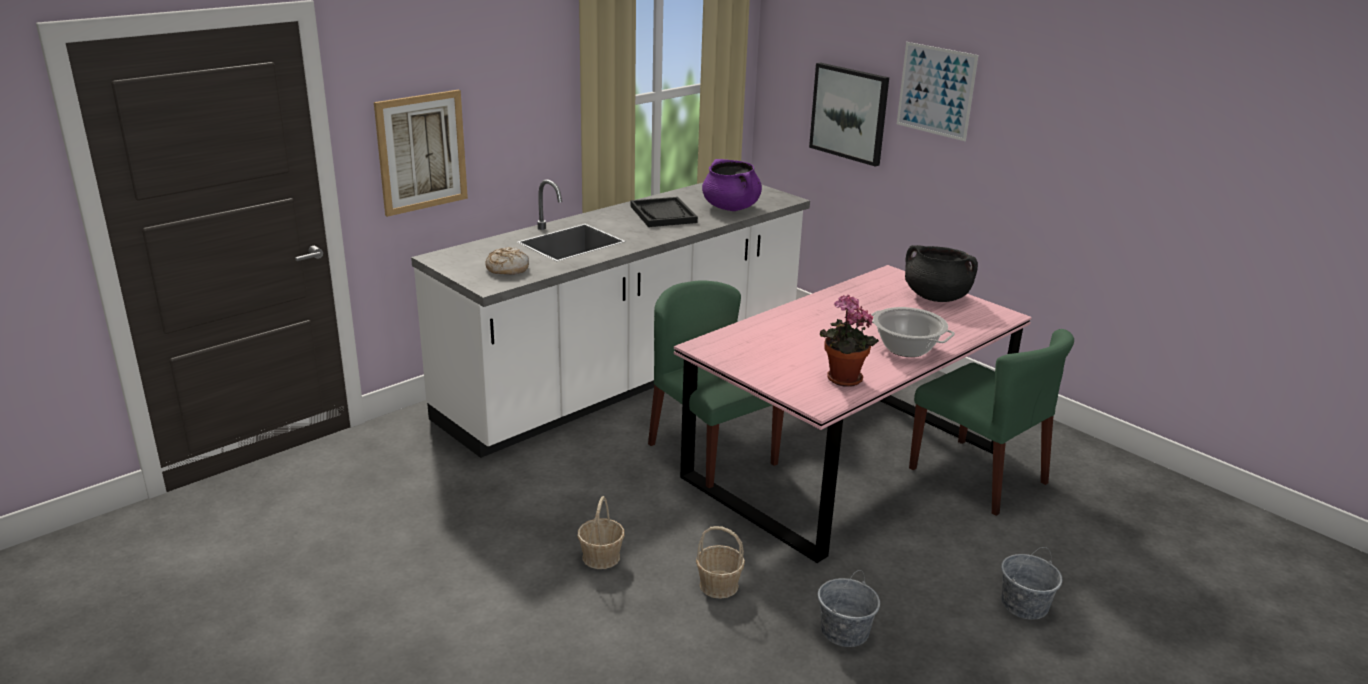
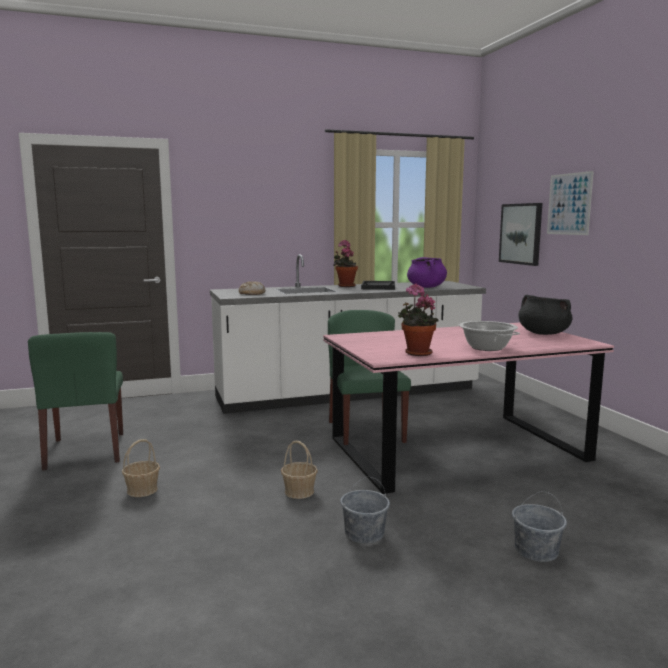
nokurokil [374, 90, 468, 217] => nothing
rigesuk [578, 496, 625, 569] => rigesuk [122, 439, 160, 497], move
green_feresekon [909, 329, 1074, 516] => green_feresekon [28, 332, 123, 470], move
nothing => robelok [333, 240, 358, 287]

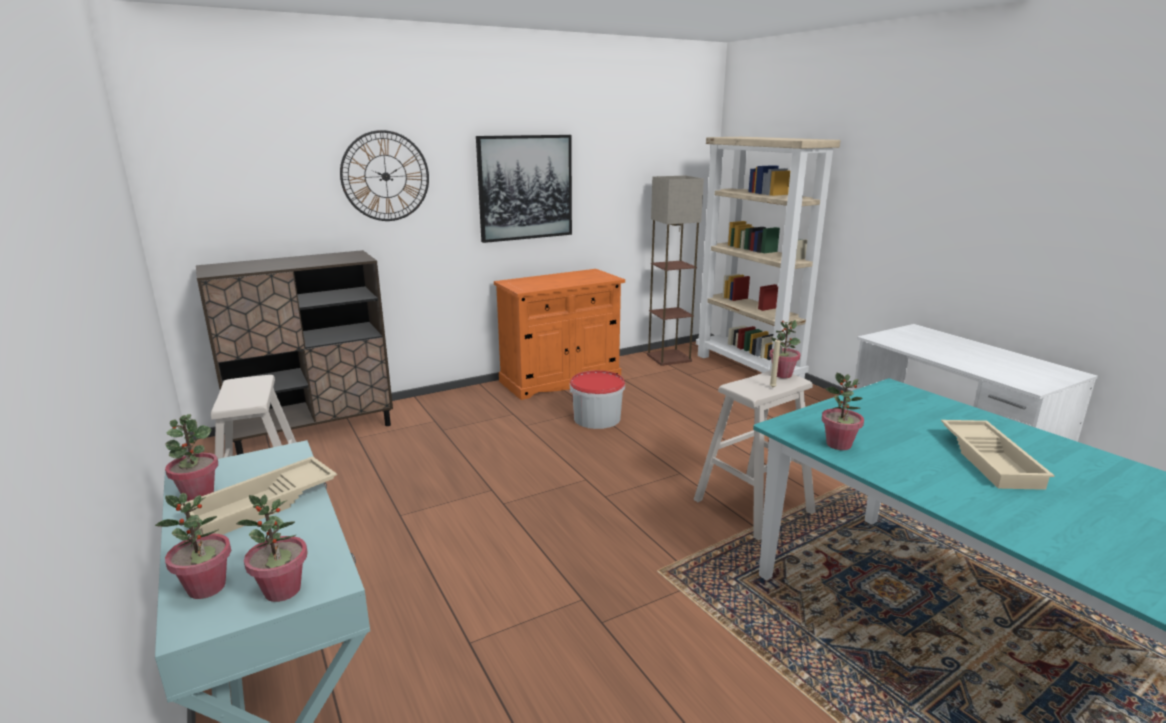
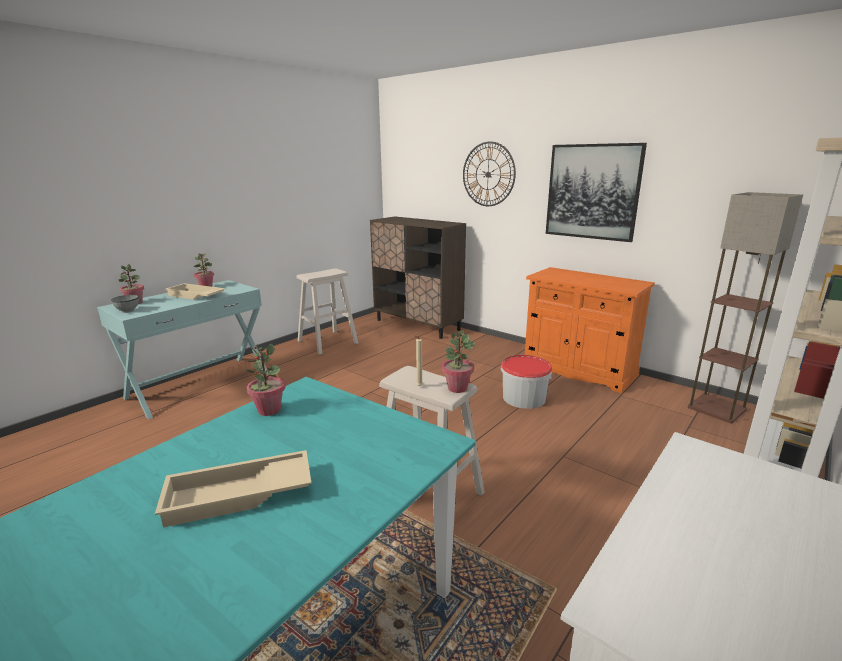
robelok [236, 494, 308, 602] => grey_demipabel [111, 295, 139, 313]

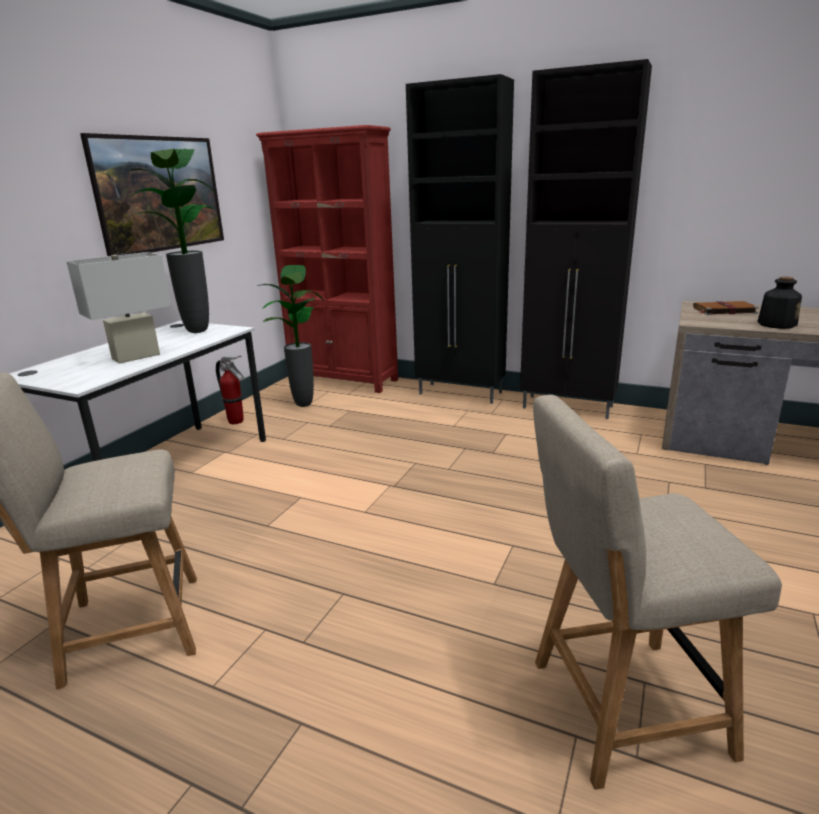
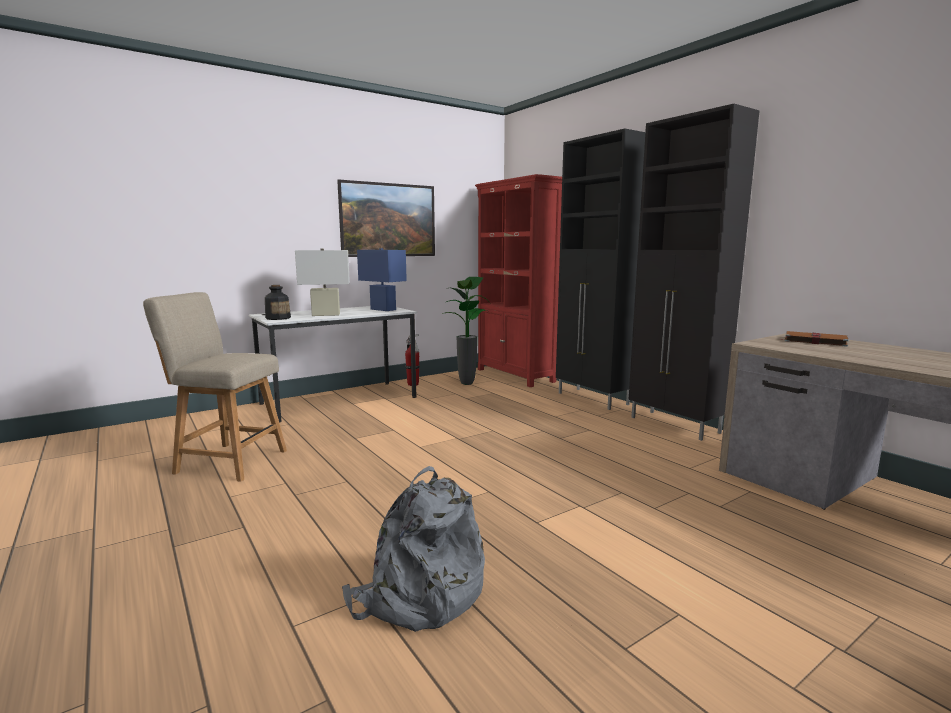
robelok [129, 149, 217, 333] => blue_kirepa [357, 248, 407, 311]
beige_feresekon [533, 395, 782, 790] => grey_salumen [342, 466, 485, 632]
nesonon [757, 277, 802, 329] => nesonon [265, 285, 291, 320], move

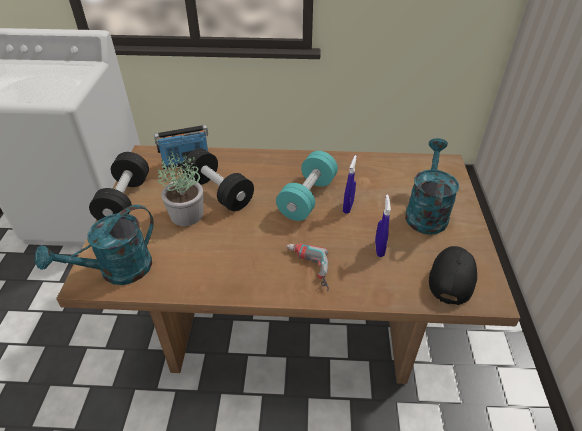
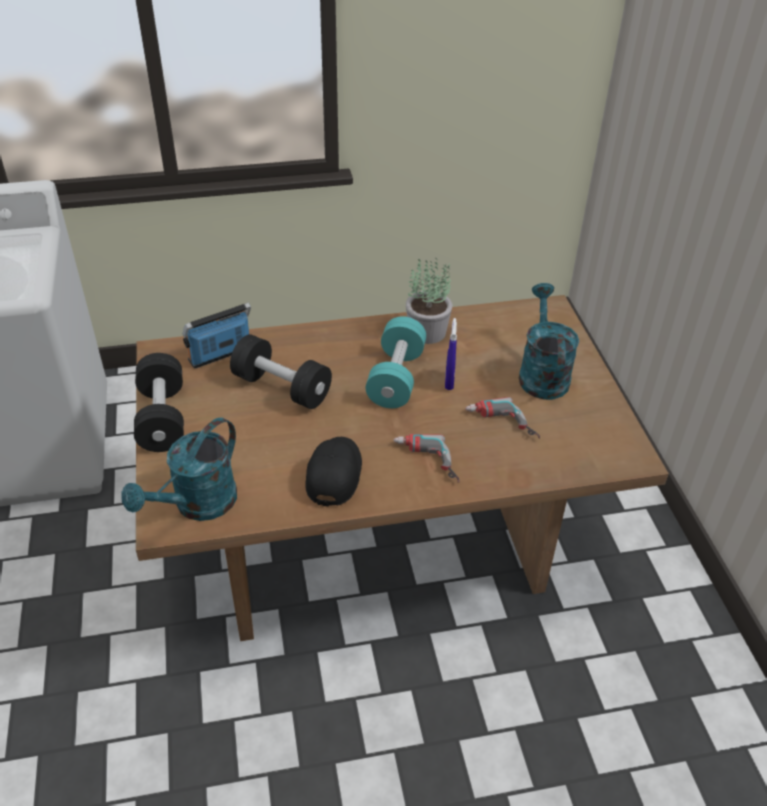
robelok [158, 151, 203, 226] => robelok [406, 258, 452, 344], move
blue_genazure [375, 195, 391, 257] => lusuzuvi [465, 397, 540, 439]
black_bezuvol [429, 246, 477, 305] => black_bezuvol [305, 437, 362, 506], move

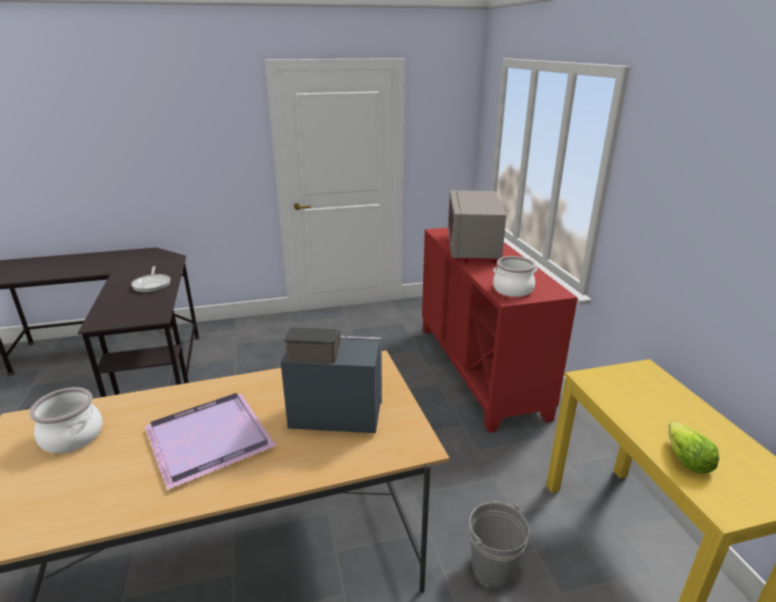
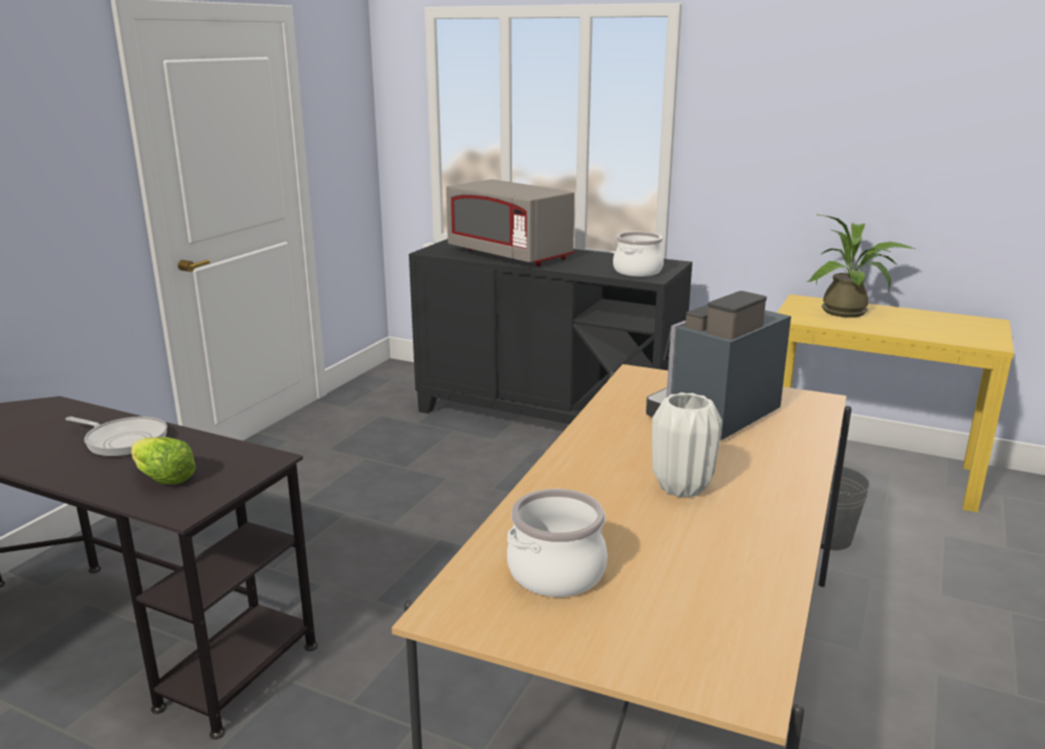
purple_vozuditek [144, 393, 276, 490] => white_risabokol [652, 393, 722, 498]
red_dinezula [422, 227, 578, 433] => black_dinezula [409, 239, 692, 424]
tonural [669, 421, 719, 474] => tonural [131, 437, 196, 484], move
nothing => robelok [807, 215, 915, 318]

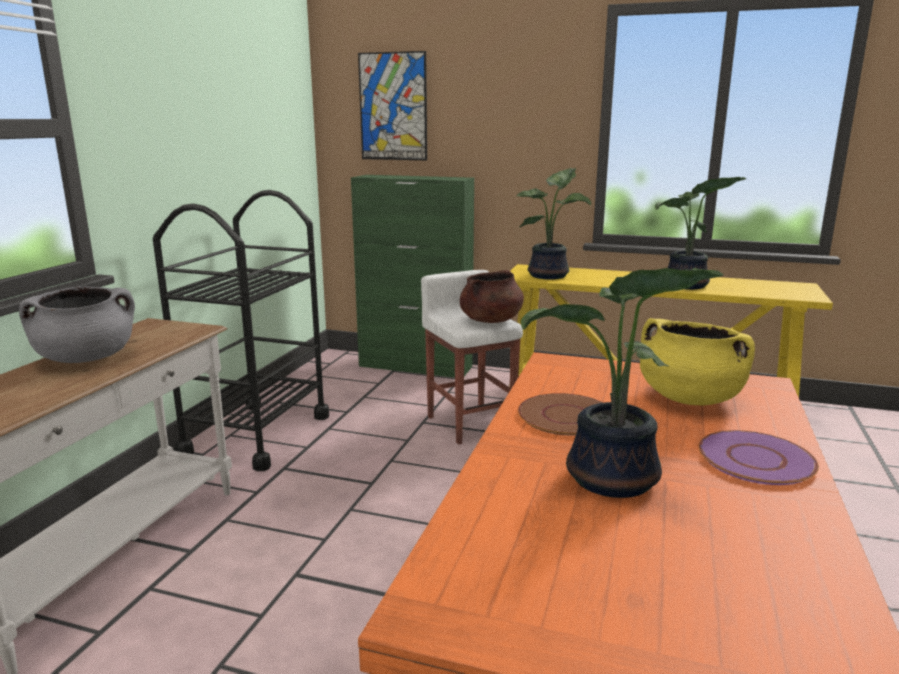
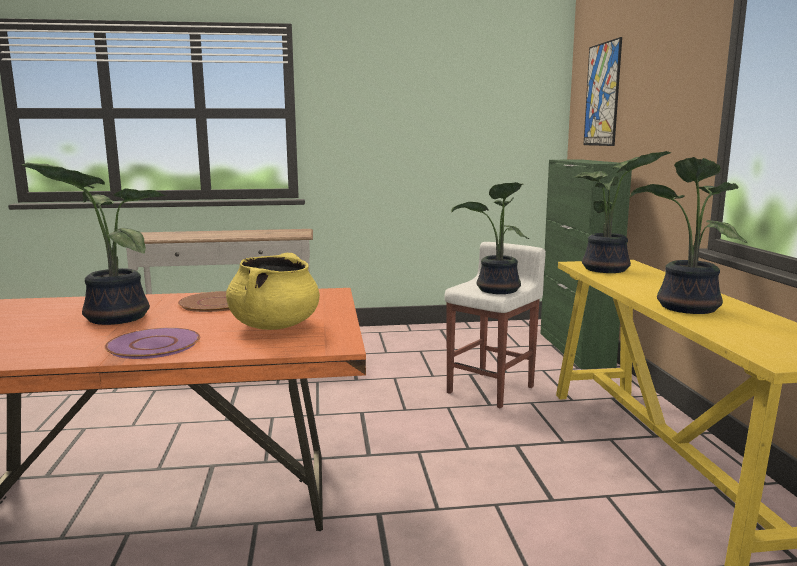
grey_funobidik [19, 286, 135, 363] => nothing
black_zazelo [153, 190, 329, 471] => nothing
brown_funobidik [460, 270, 524, 323] => robelok [451, 182, 529, 294]

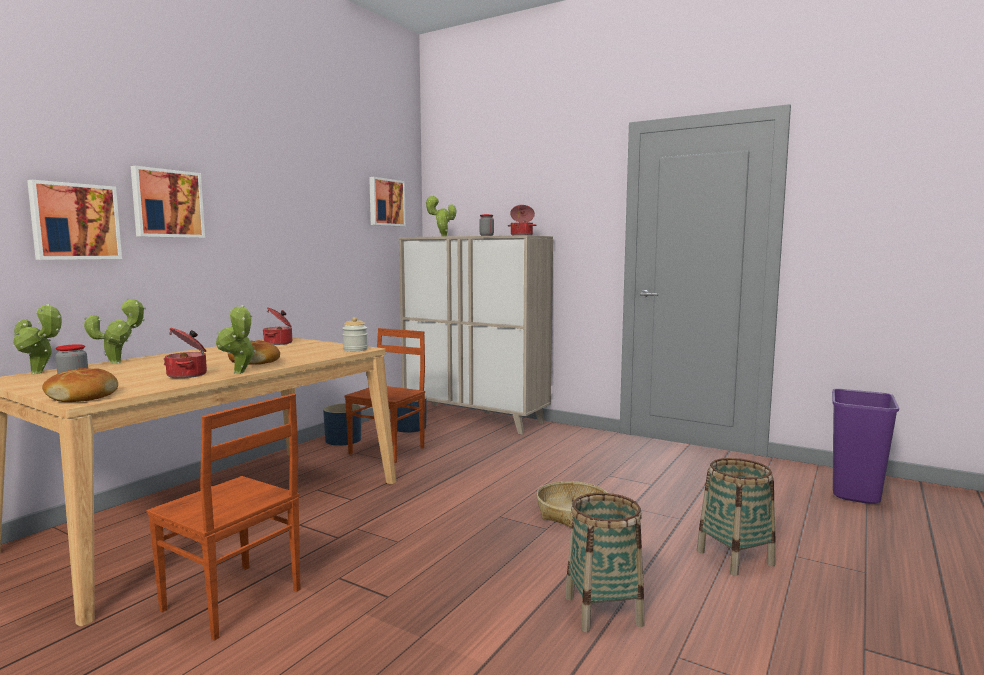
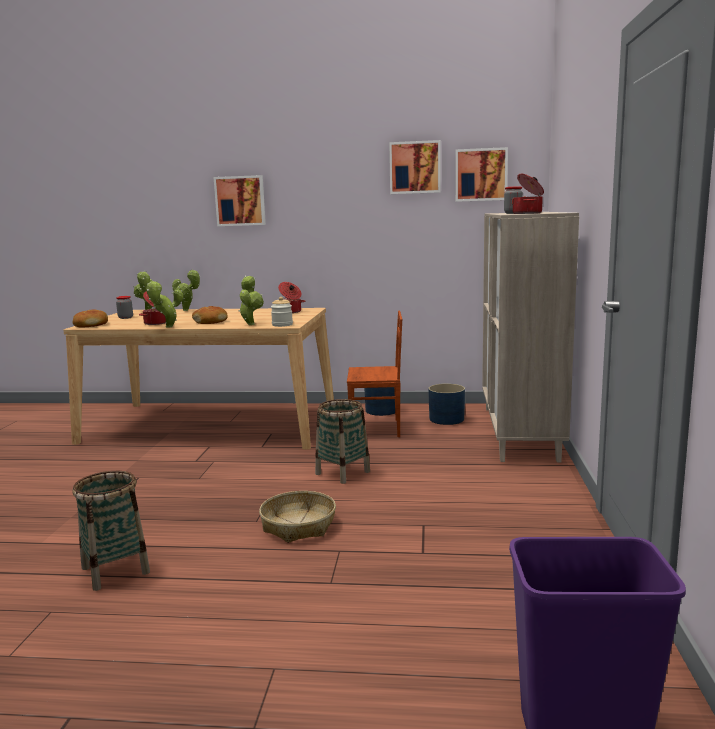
nokurokil [27, 180, 122, 260] => nokurokil [389, 140, 441, 194], move
brown_feresekon [147, 394, 300, 641] => nothing
robelok [425, 195, 456, 236] => robelok [239, 276, 264, 325], move
rigesuk [697, 458, 776, 576] => rigesuk [315, 399, 370, 484], move

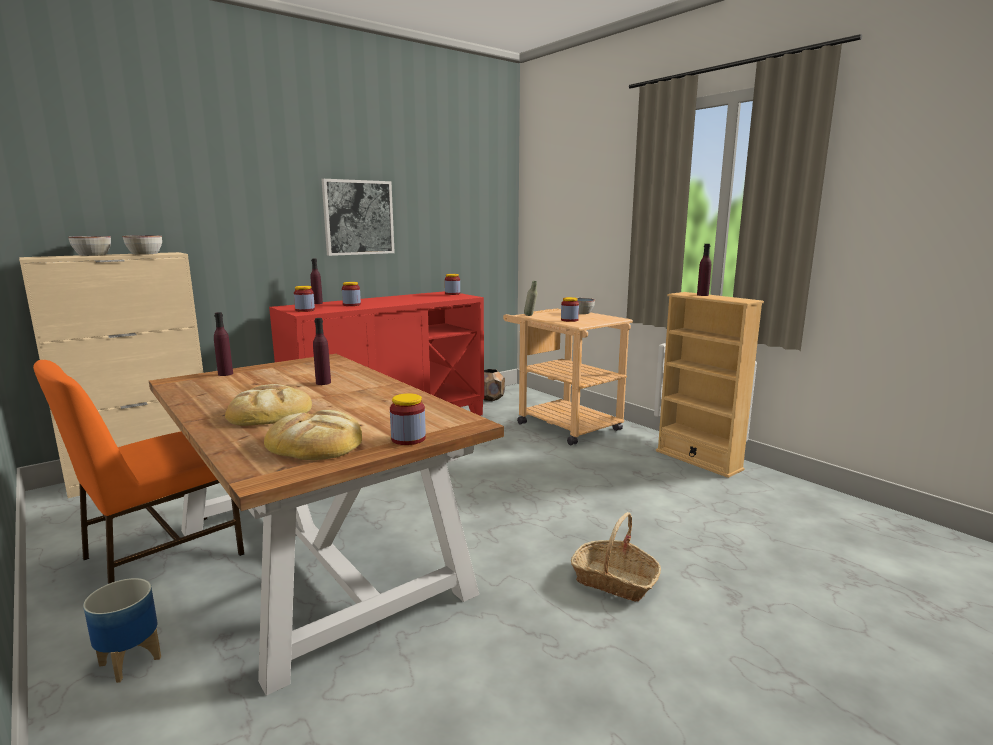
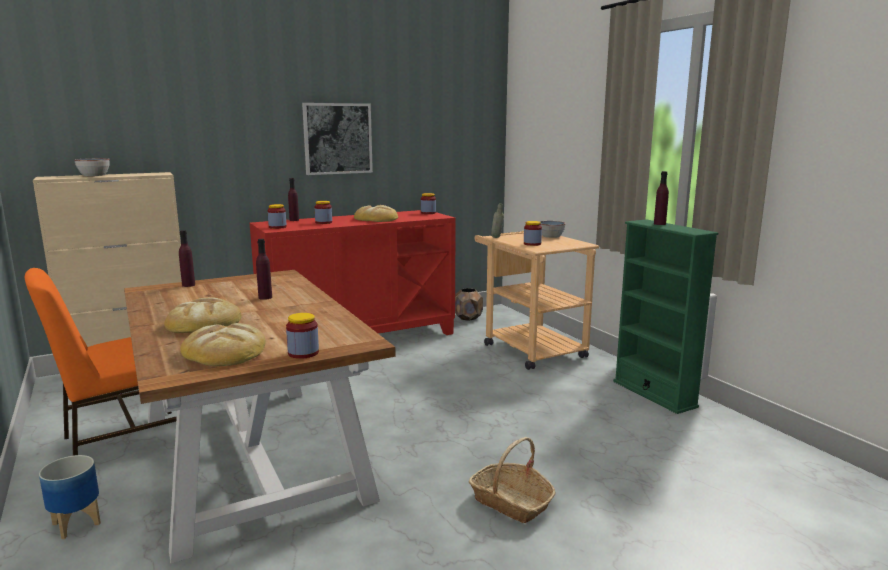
demipabel [122, 235, 162, 255] => nothing
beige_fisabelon [656, 292, 764, 478] => green_fisabelon [613, 219, 718, 414]
nothing => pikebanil [354, 205, 398, 222]

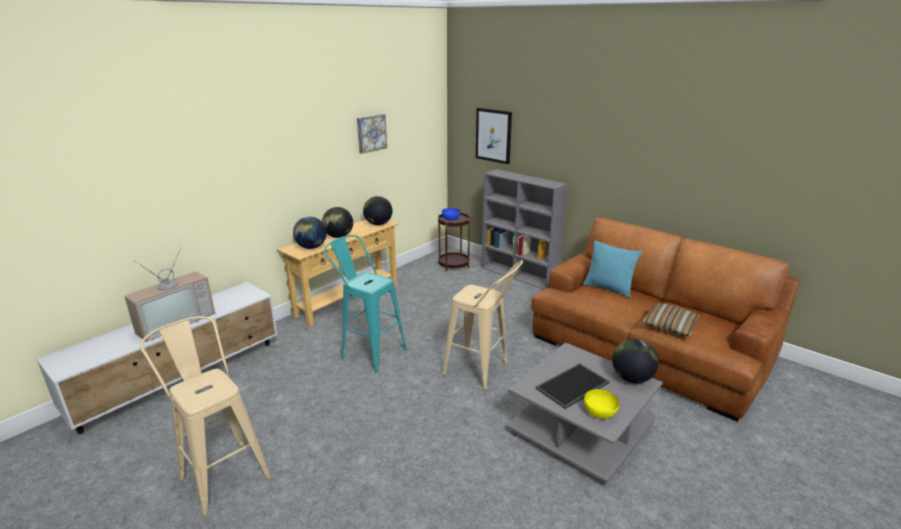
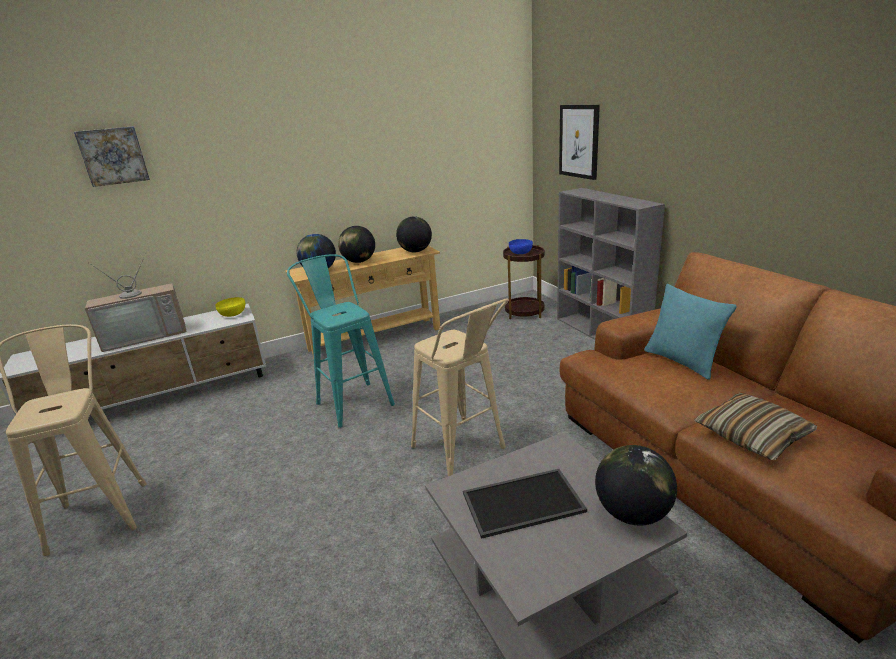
nokurokil [357, 114, 387, 154] => nokurokil [74, 126, 150, 187], move
yellow_demipabel [584, 389, 620, 419] => yellow_demipabel [215, 297, 245, 317], move

